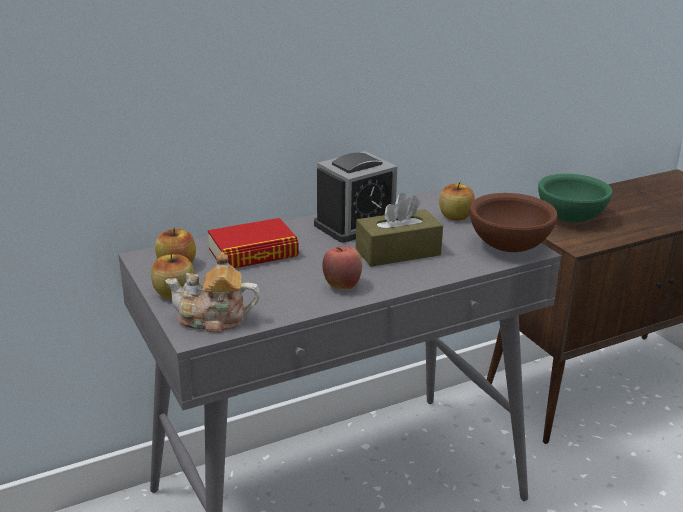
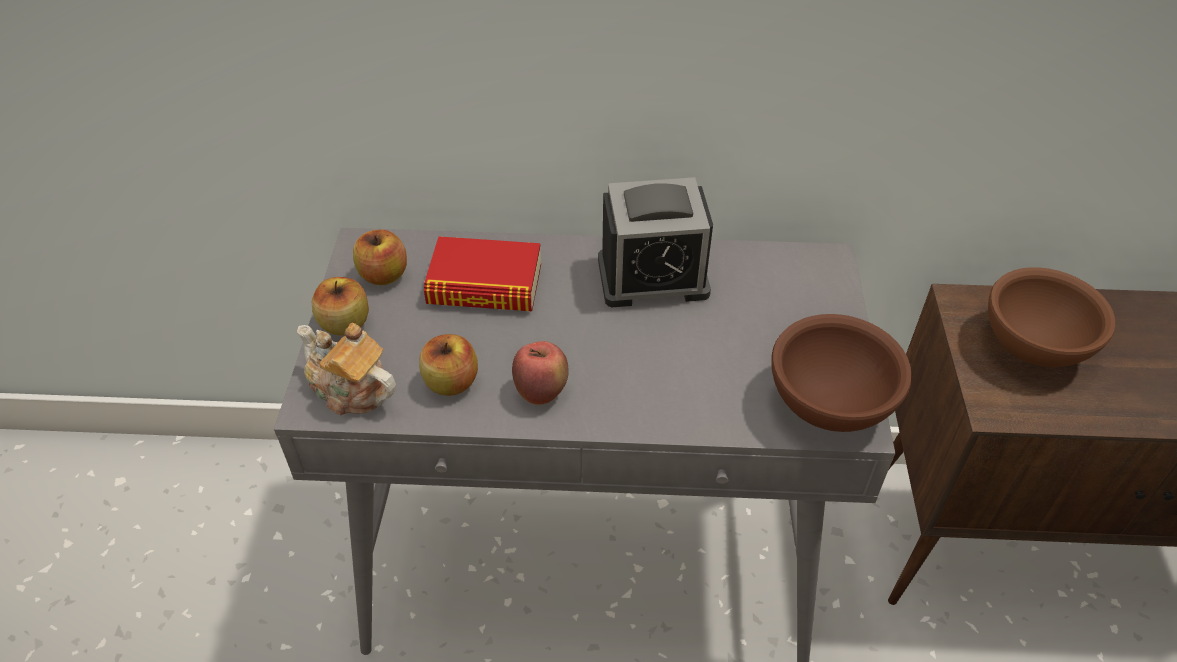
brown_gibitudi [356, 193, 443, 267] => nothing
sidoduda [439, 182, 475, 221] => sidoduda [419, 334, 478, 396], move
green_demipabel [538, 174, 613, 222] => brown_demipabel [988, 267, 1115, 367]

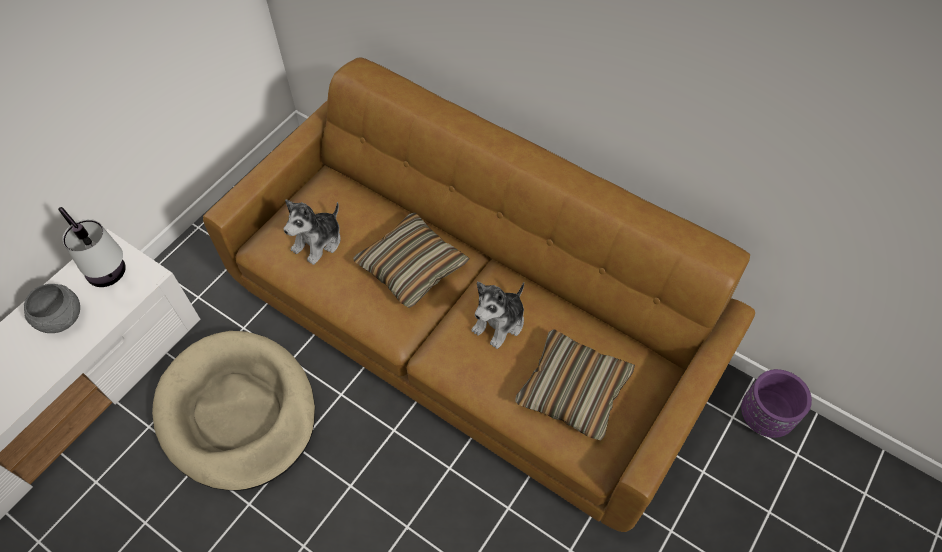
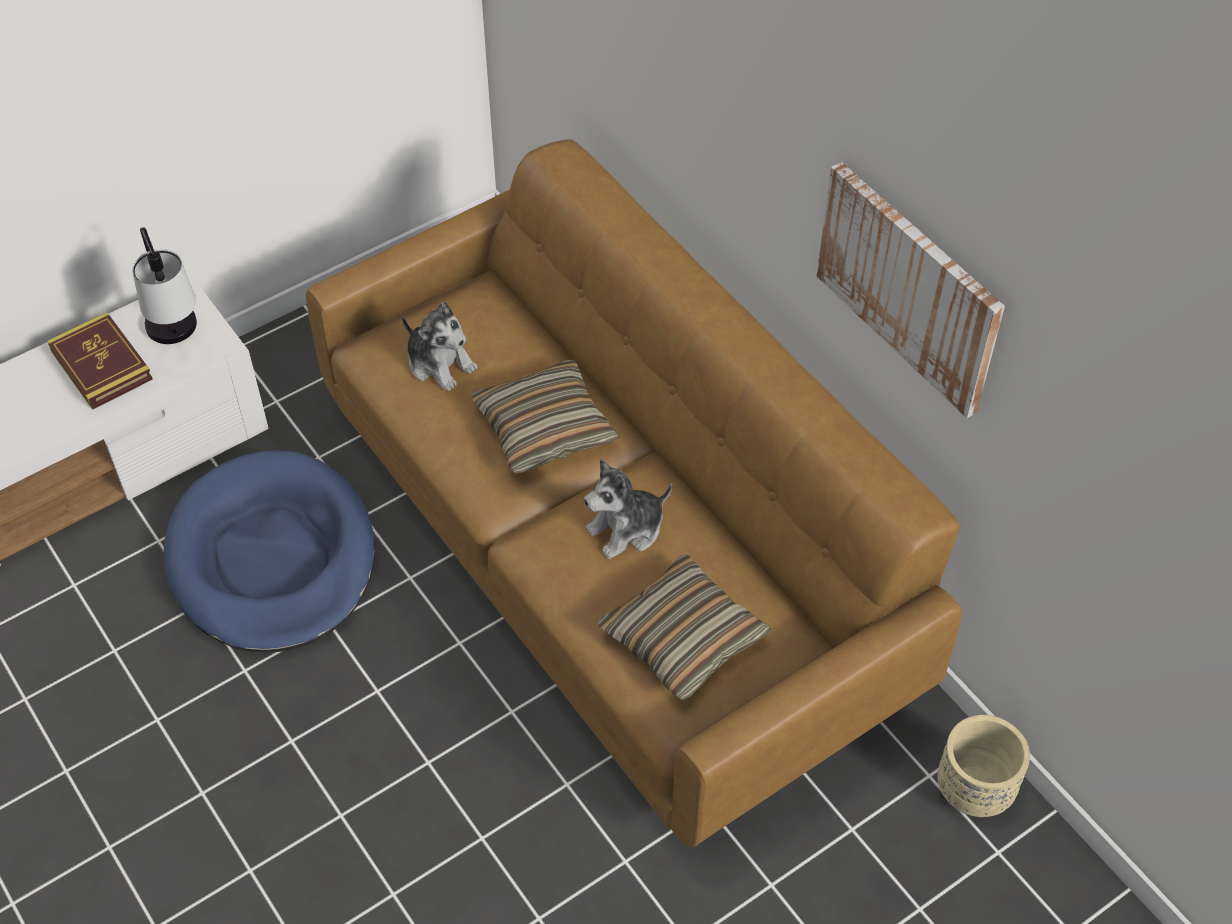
grey_demipabel [24, 284, 80, 333] => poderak [47, 312, 153, 410]
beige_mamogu [152, 331, 315, 491] => blue_mamogu [164, 450, 375, 653]
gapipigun [284, 200, 341, 265] => gapipigun [402, 302, 477, 391], 105 degrees counterclockwise
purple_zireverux [741, 369, 812, 438] => beige_zireverux [937, 715, 1030, 817]
nothing => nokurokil [817, 162, 1005, 418]

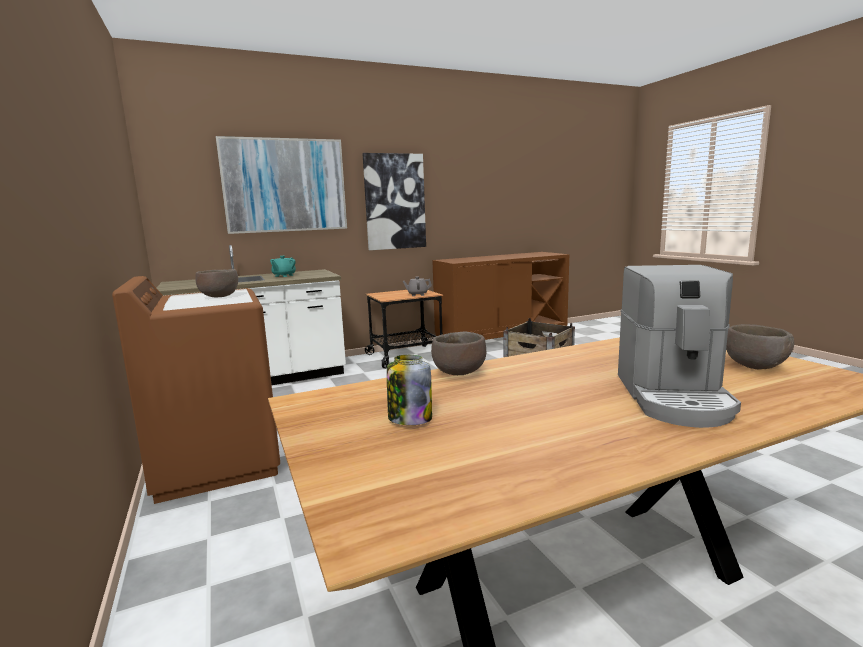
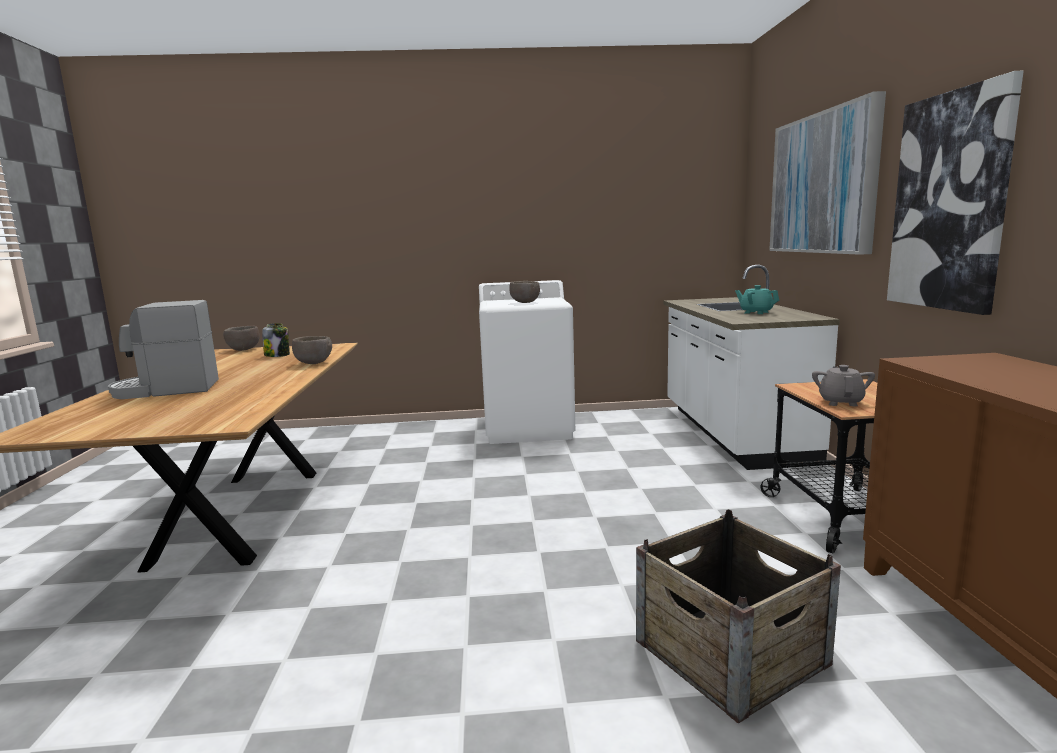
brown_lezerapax [112, 276, 280, 504] => white_lezerapax [479, 280, 575, 444]
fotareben [618, 265, 741, 428] => fotareben [108, 300, 219, 399], 45 degrees counterclockwise
brown_demipabel [726, 324, 794, 369] => brown_demipabel [223, 326, 260, 351], move

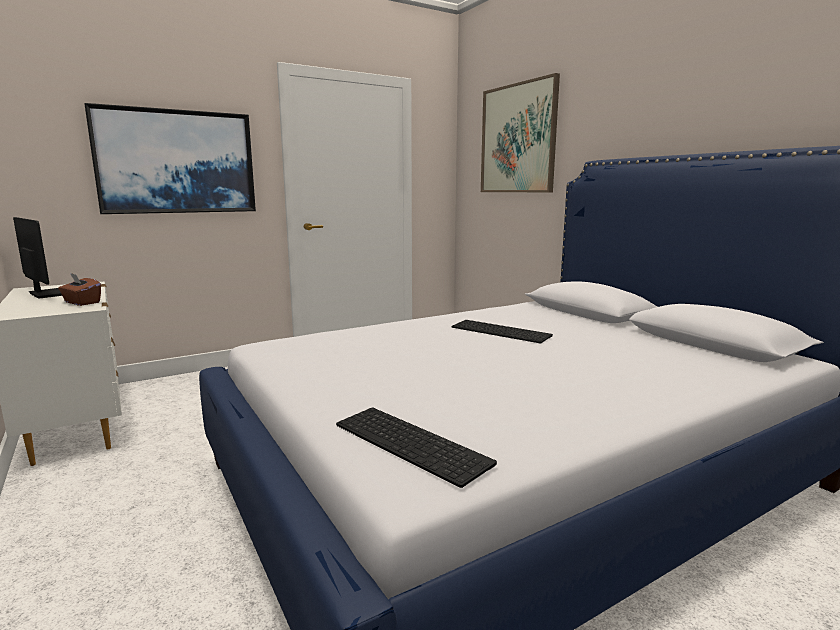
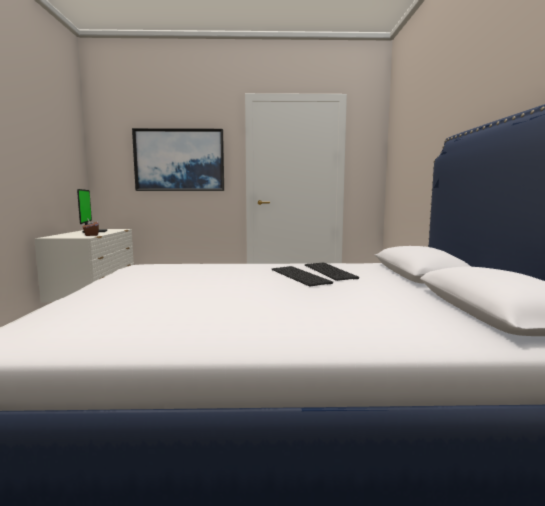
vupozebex [336, 408, 497, 488] => vupozebex [305, 263, 359, 281], move
nokurokil [481, 73, 560, 192] => nothing

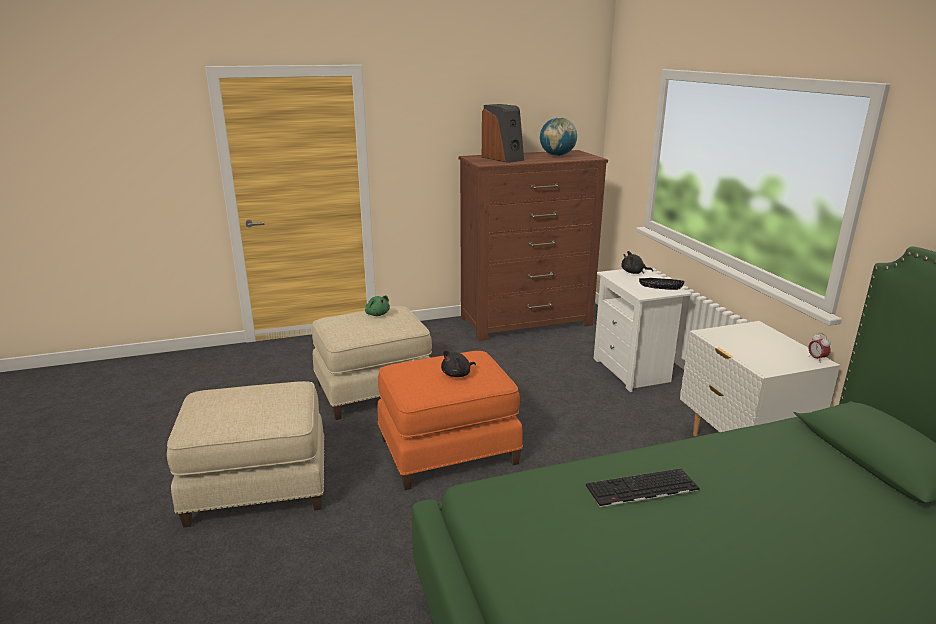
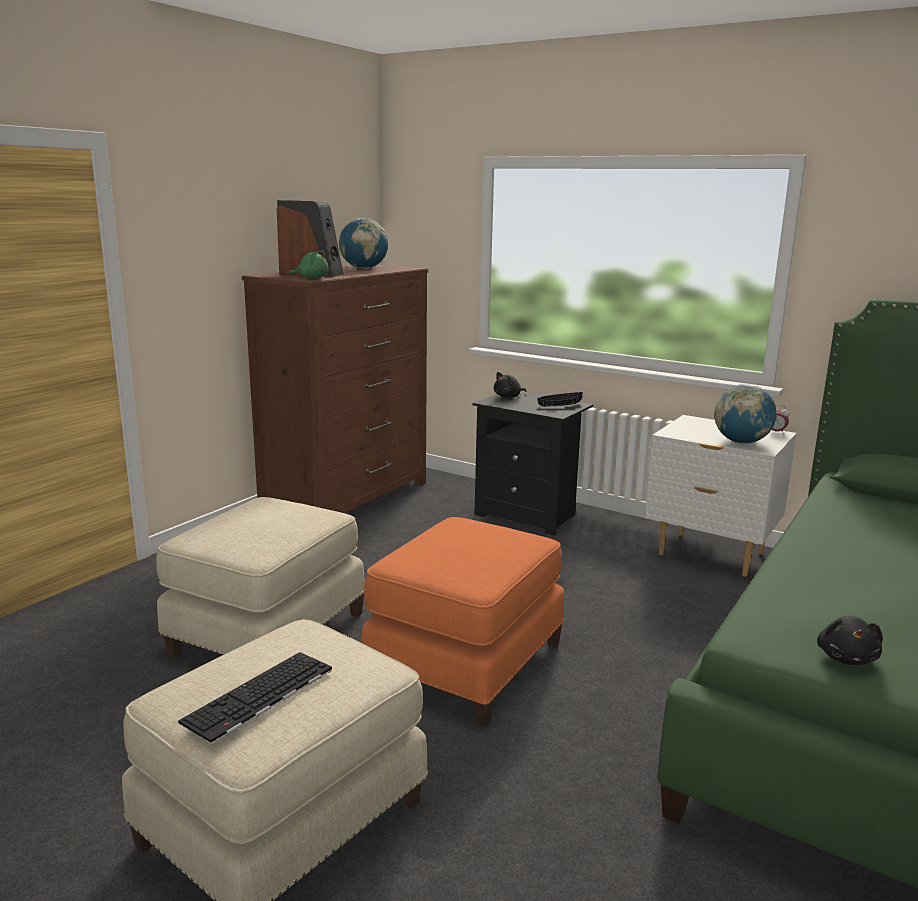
green_gapipigun [365, 295, 390, 316] => green_gapipigun [287, 251, 329, 279], move
black_gapipigun [441, 350, 476, 377] => black_gapipigun [817, 616, 883, 665], move
vupozebex [586, 468, 700, 507] => vupozebex [178, 652, 332, 744], move
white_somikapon [594, 268, 692, 392] => black_somikapon [473, 393, 593, 536]
nothing => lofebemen [714, 384, 777, 444]

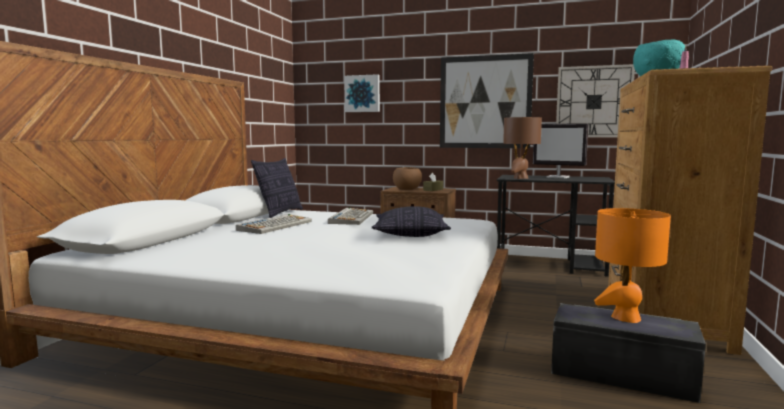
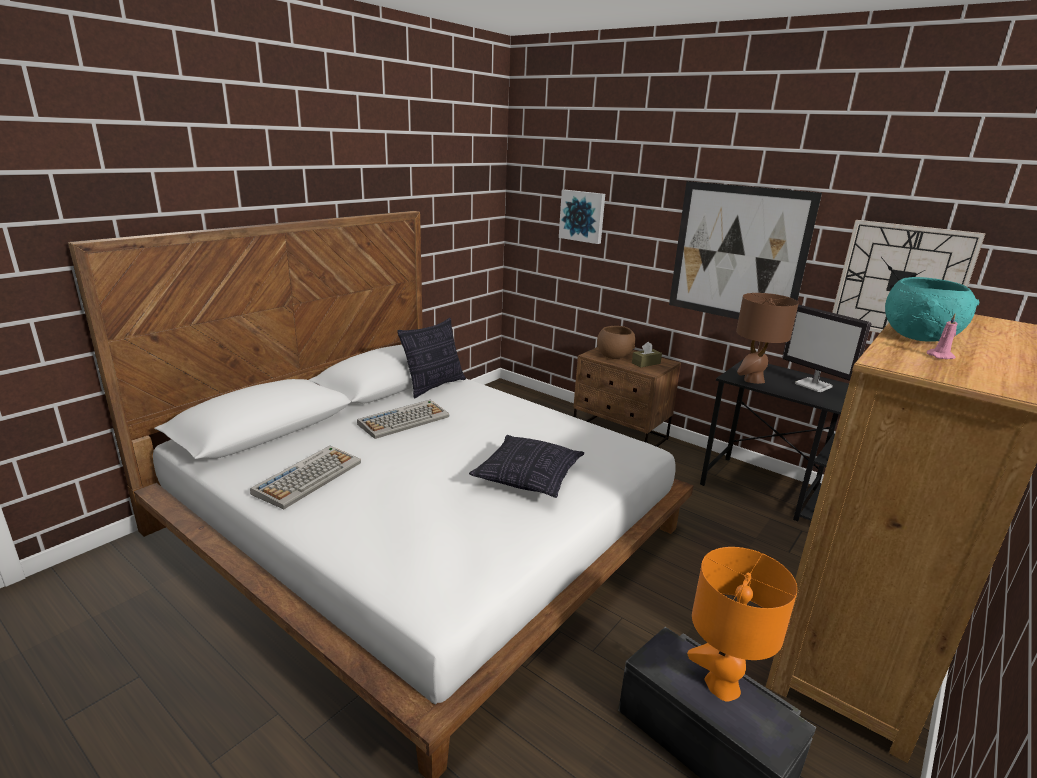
vupozebex [328, 208, 373, 225] => vupozebex [250, 446, 361, 509], move

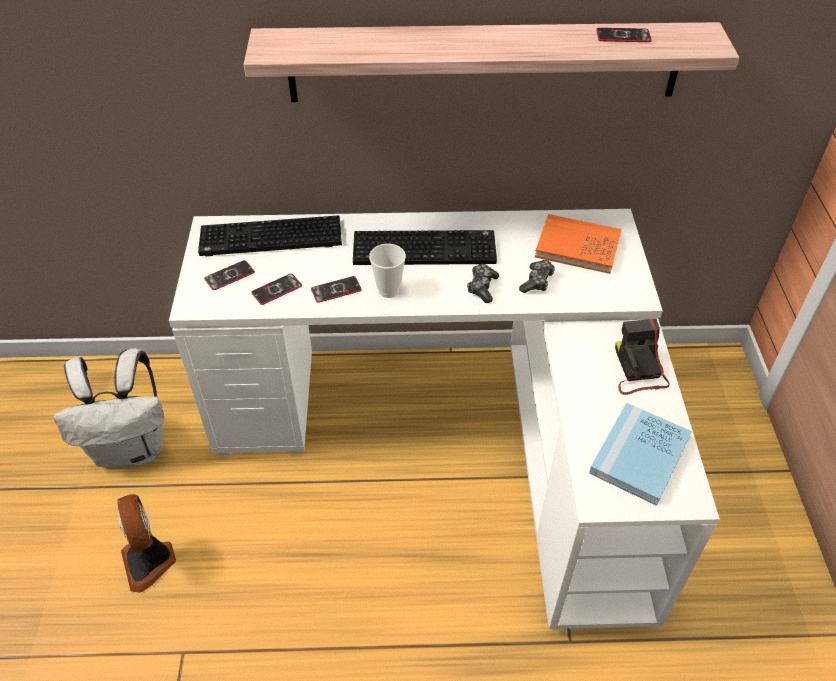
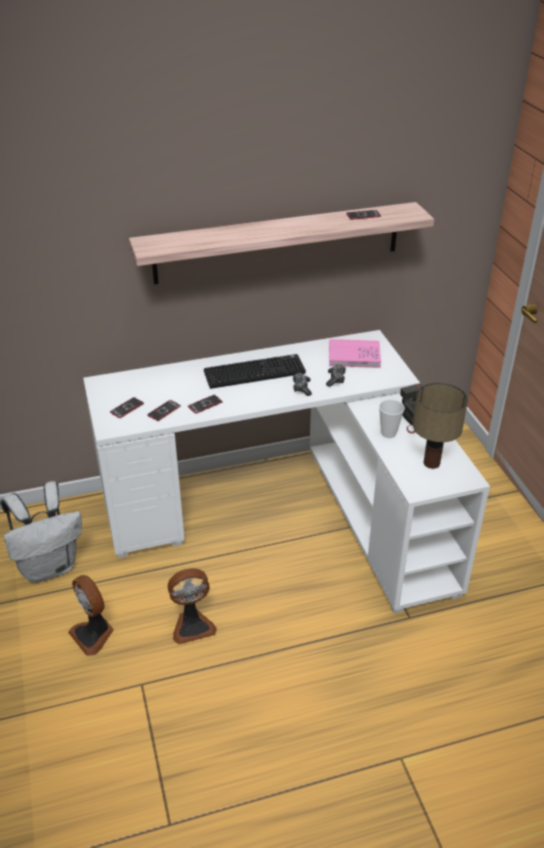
vupozebex [198, 215, 342, 256] => nothing
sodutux [369, 244, 406, 298] => sodutux [379, 399, 405, 438], move
orange_poderak [535, 214, 622, 274] => pink_poderak [329, 339, 381, 368]
blue_poderak [589, 403, 692, 506] => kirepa [413, 383, 468, 469]
nothing => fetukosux [168, 568, 217, 644]

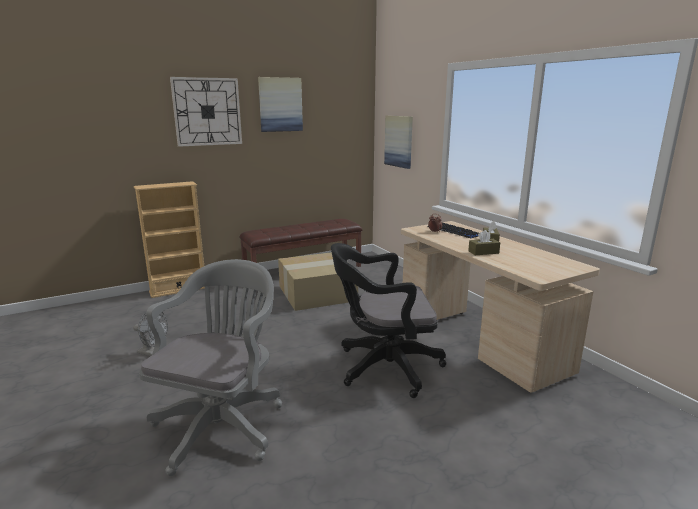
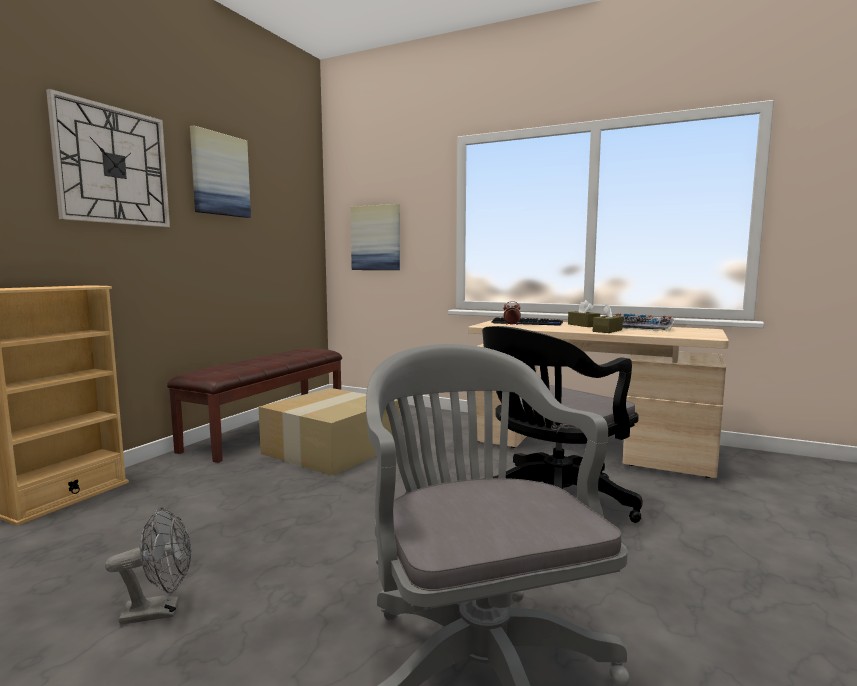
nothing => vupozebex [613, 313, 675, 332]

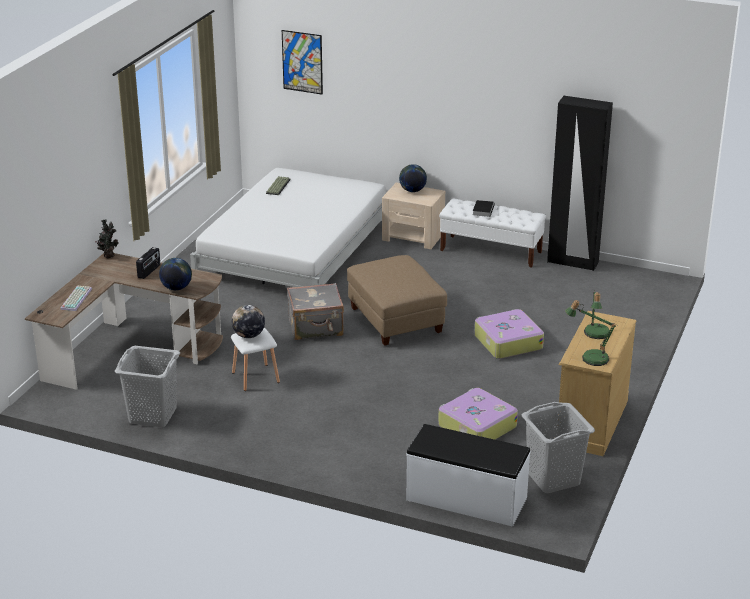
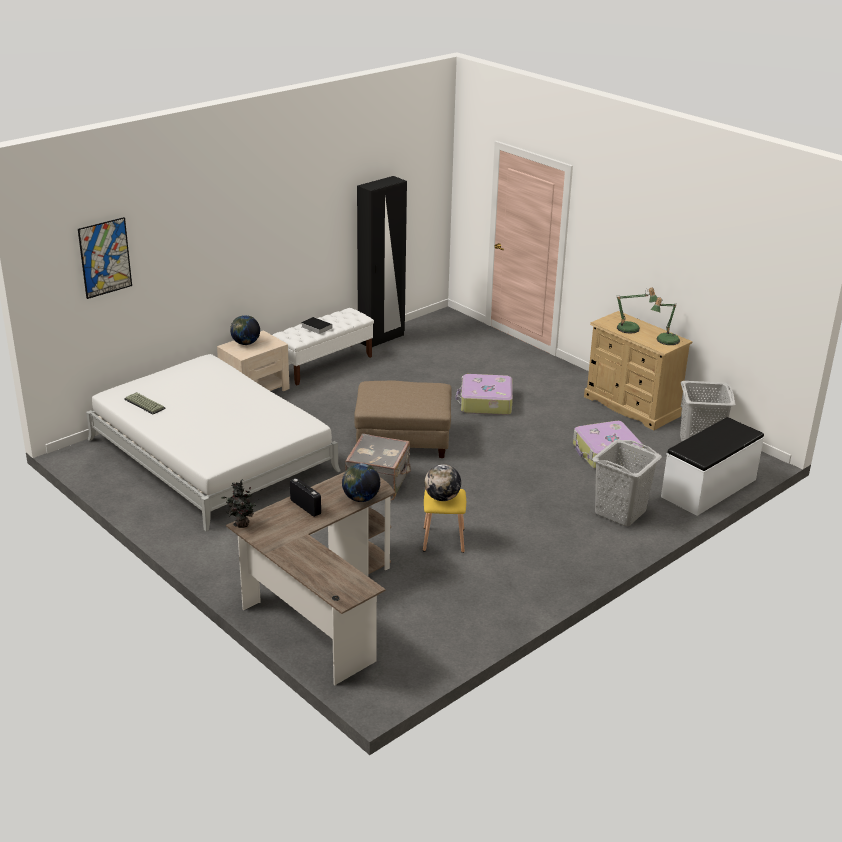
vupozebex [60, 286, 92, 311] => nothing
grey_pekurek [115, 346, 180, 427] => grey_pekurek [592, 440, 662, 526], move
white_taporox [231, 328, 280, 391] => yellow_taporox [423, 489, 466, 553]

